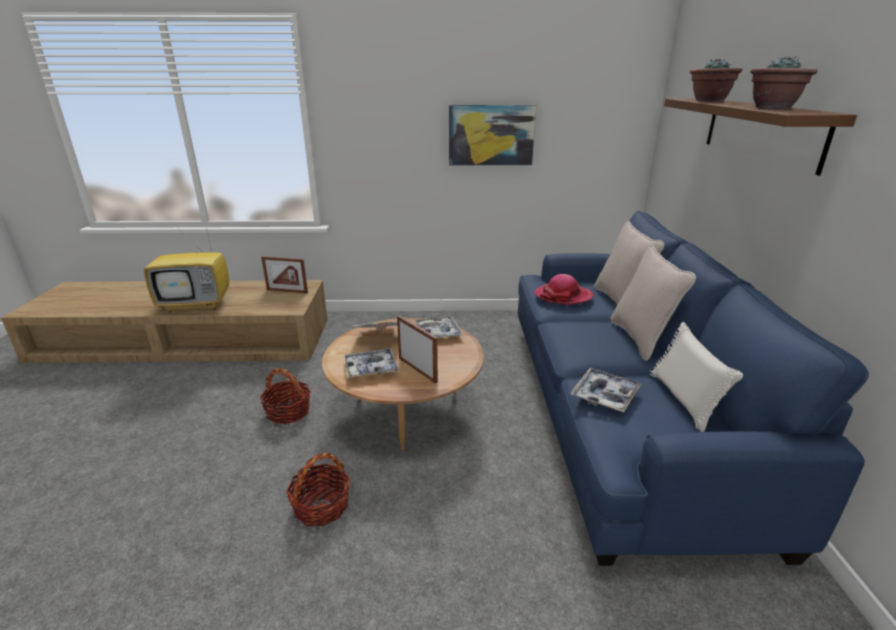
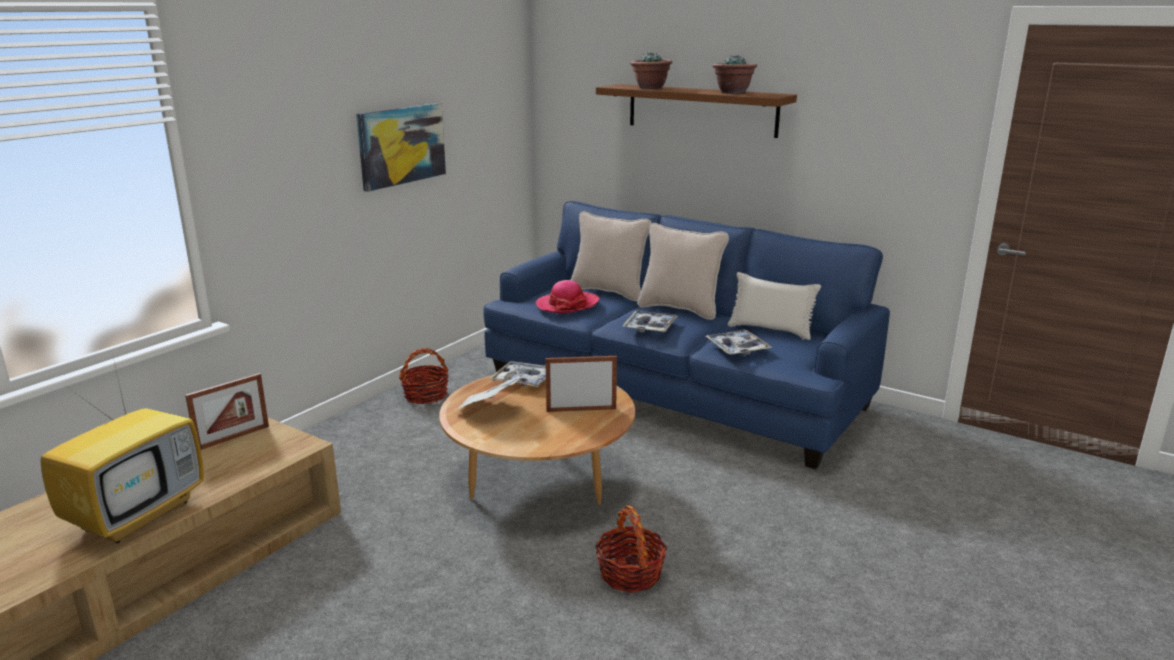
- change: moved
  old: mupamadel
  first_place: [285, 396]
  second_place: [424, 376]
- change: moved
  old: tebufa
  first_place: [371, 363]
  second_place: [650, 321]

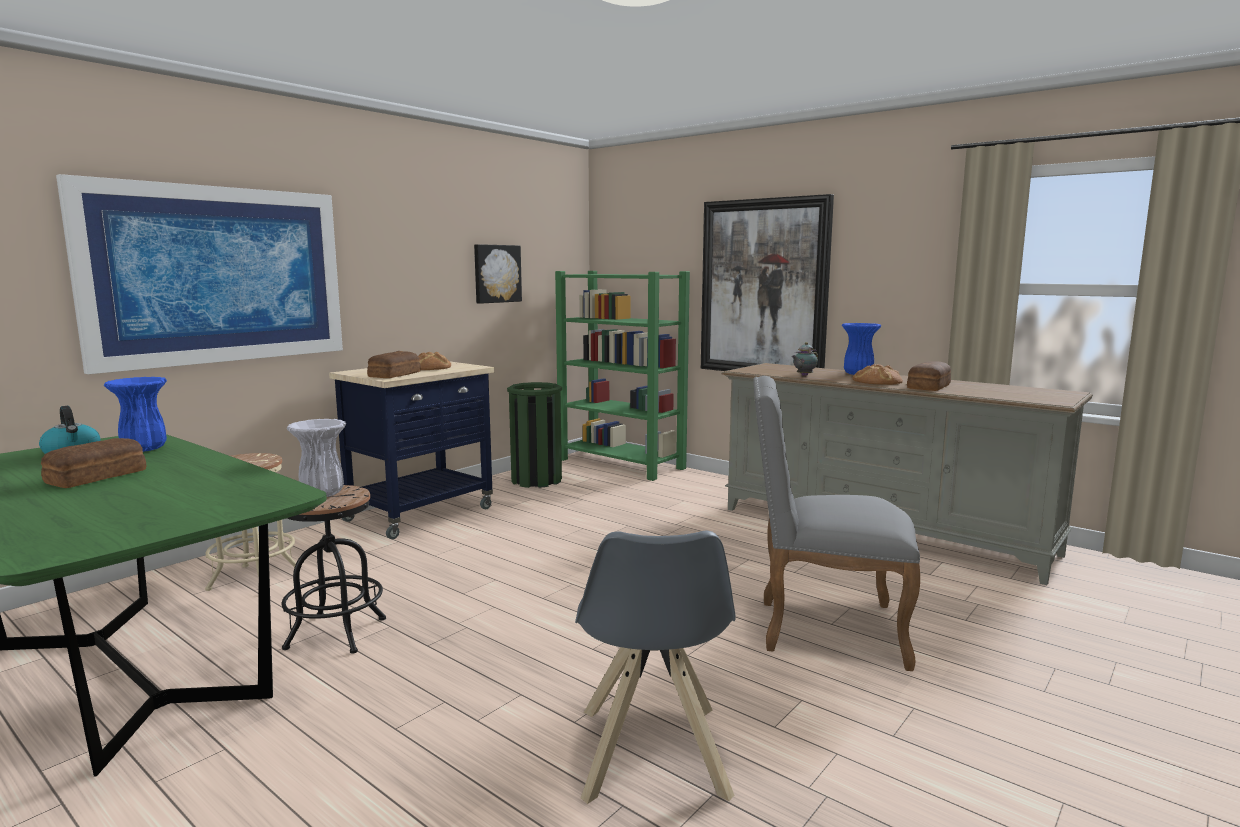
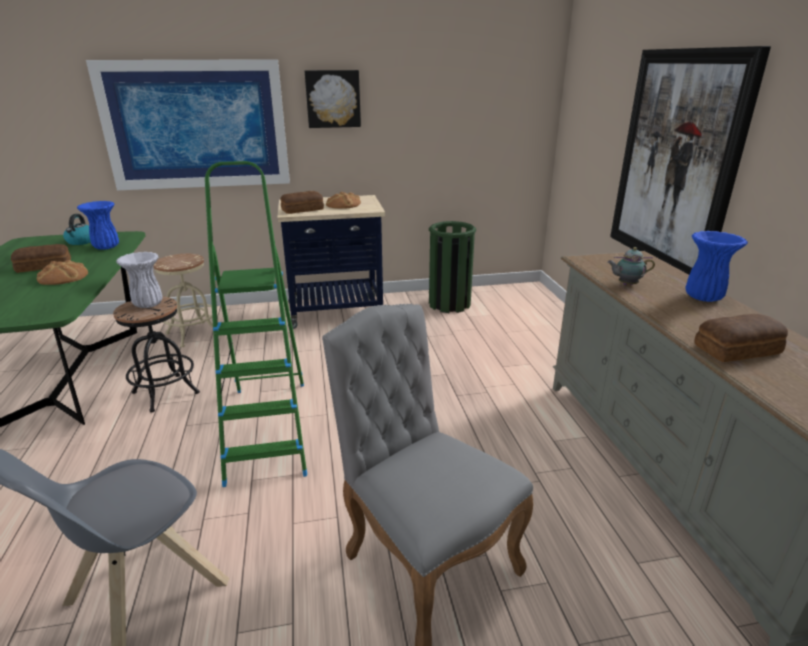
- change: moved
  old: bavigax
  first_place: [878, 374]
  second_place: [62, 272]
- change: added
  new: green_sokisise
  second_place: [256, 324]
- change: moved
  old: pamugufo
  first_place: [498, 274]
  second_place: [332, 99]
- change: removed
  old: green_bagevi
  first_place: [622, 376]

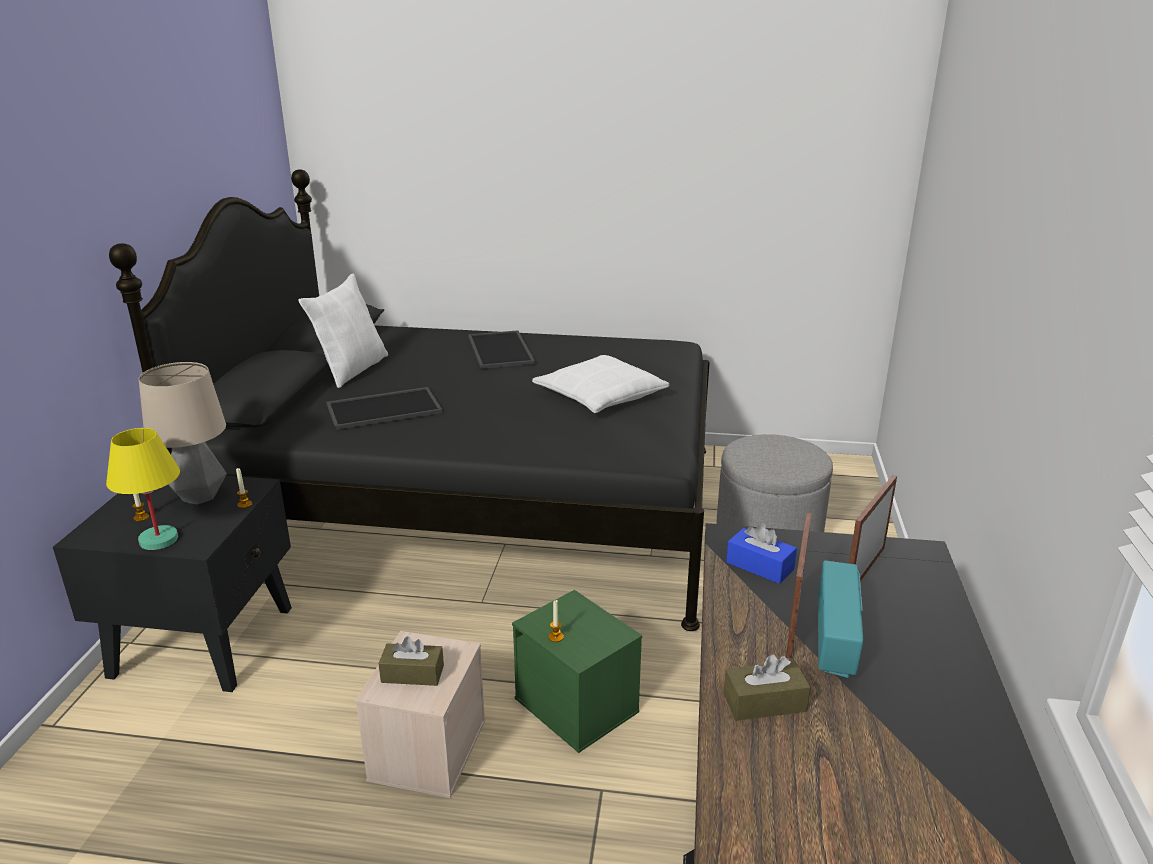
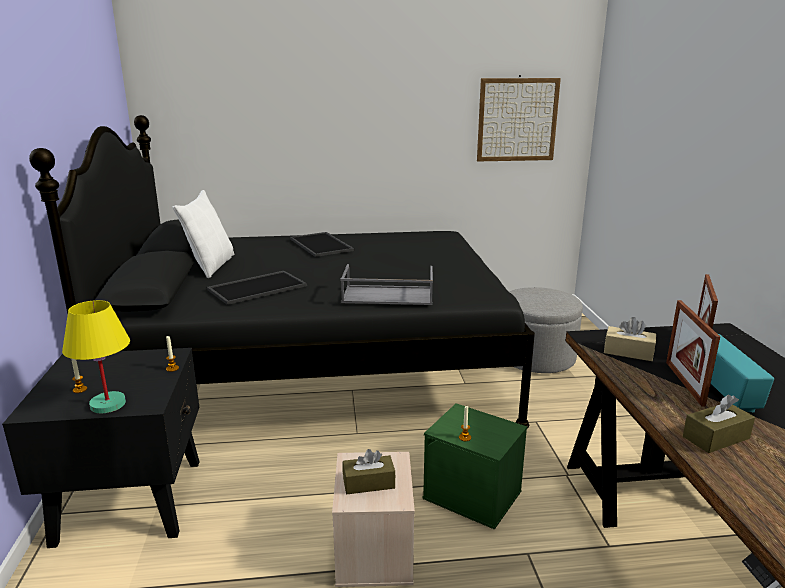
- change: added
  new: grey_tebufa
  second_place: [387, 284]
- change: added
  new: pamugufo
  second_place: [519, 118]
- change: recoloured
  old: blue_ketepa
  new: beige_ketepa
  first_place: [761, 553]
  second_place: [630, 339]
- change: removed
  old: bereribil
  first_place: [183, 433]
- change: removed
  old: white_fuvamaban
  first_place: [600, 384]

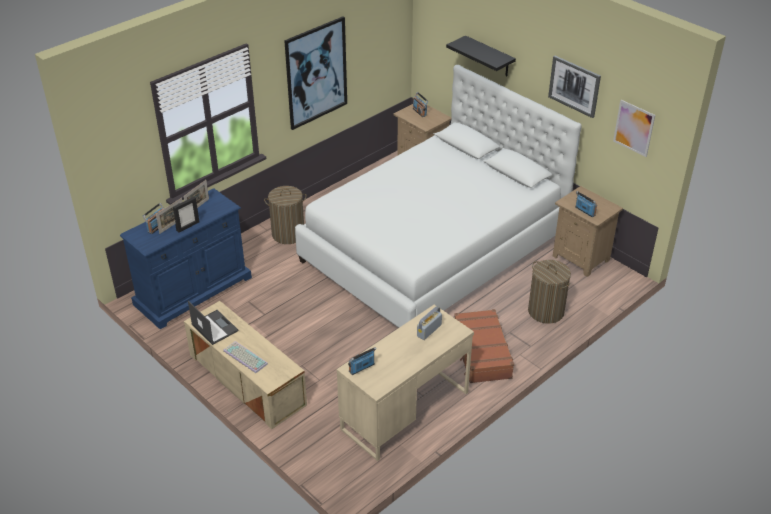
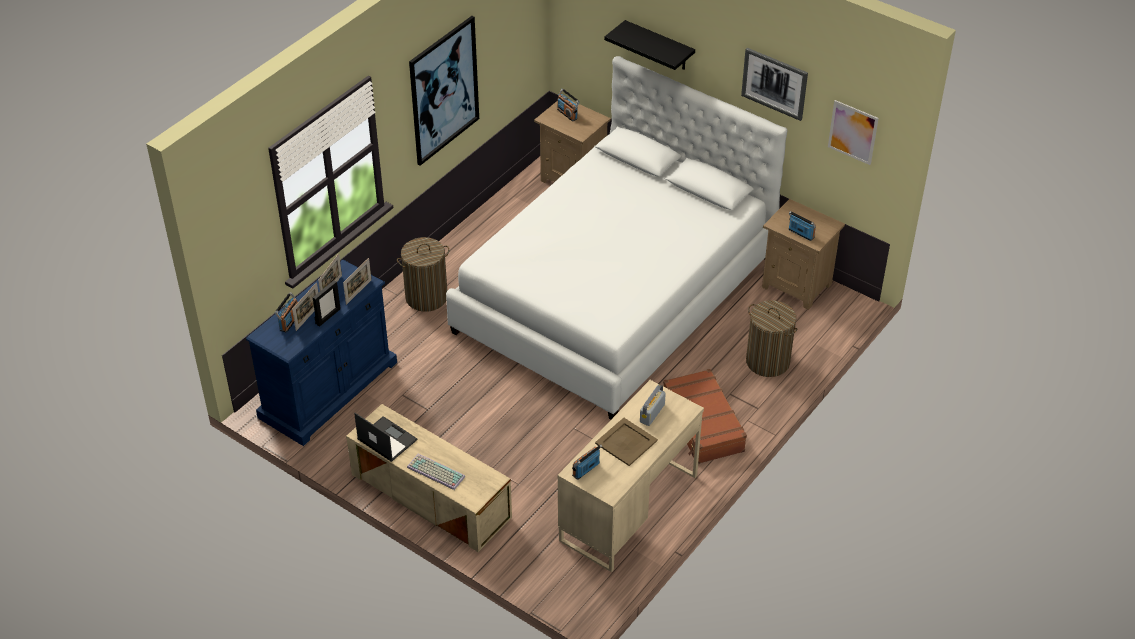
- change: added
  new: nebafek
  second_place: [357, 281]
- change: added
  new: beige_tebufa
  second_place: [626, 442]

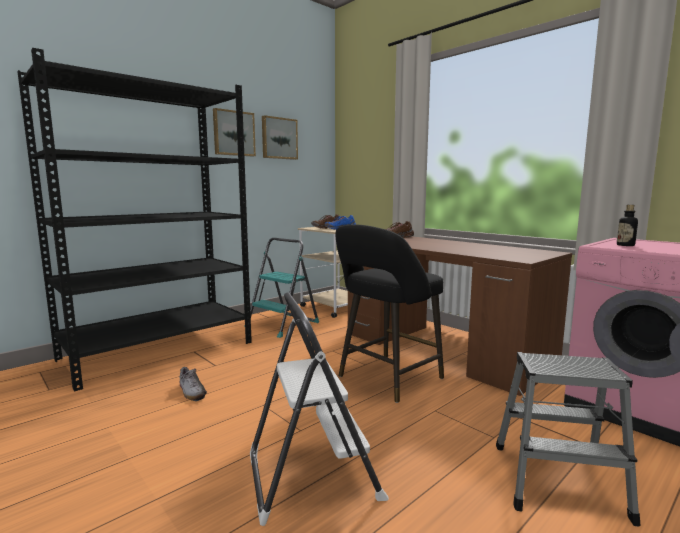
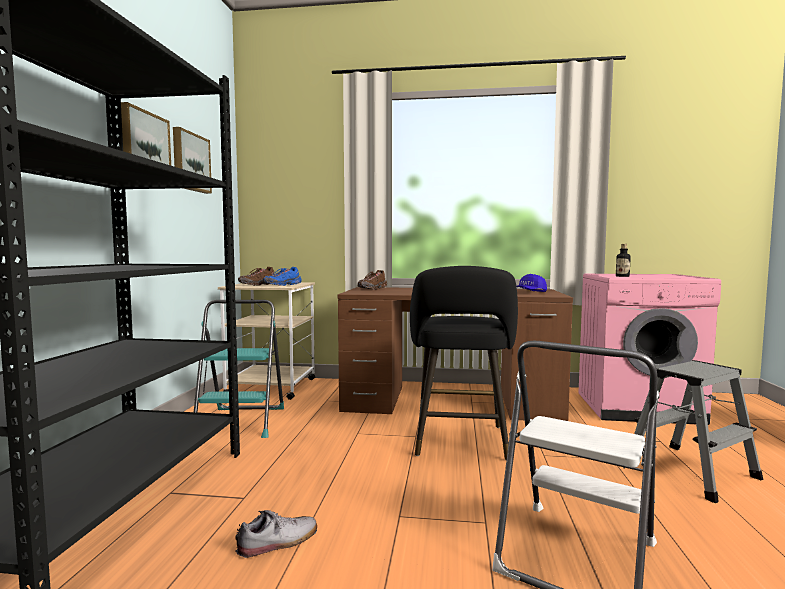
- change: turned
  old: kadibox
  first_place: [193, 384]
  second_place: [276, 534]
  degrees: -45
- change: added
  new: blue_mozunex
  second_place: [531, 283]

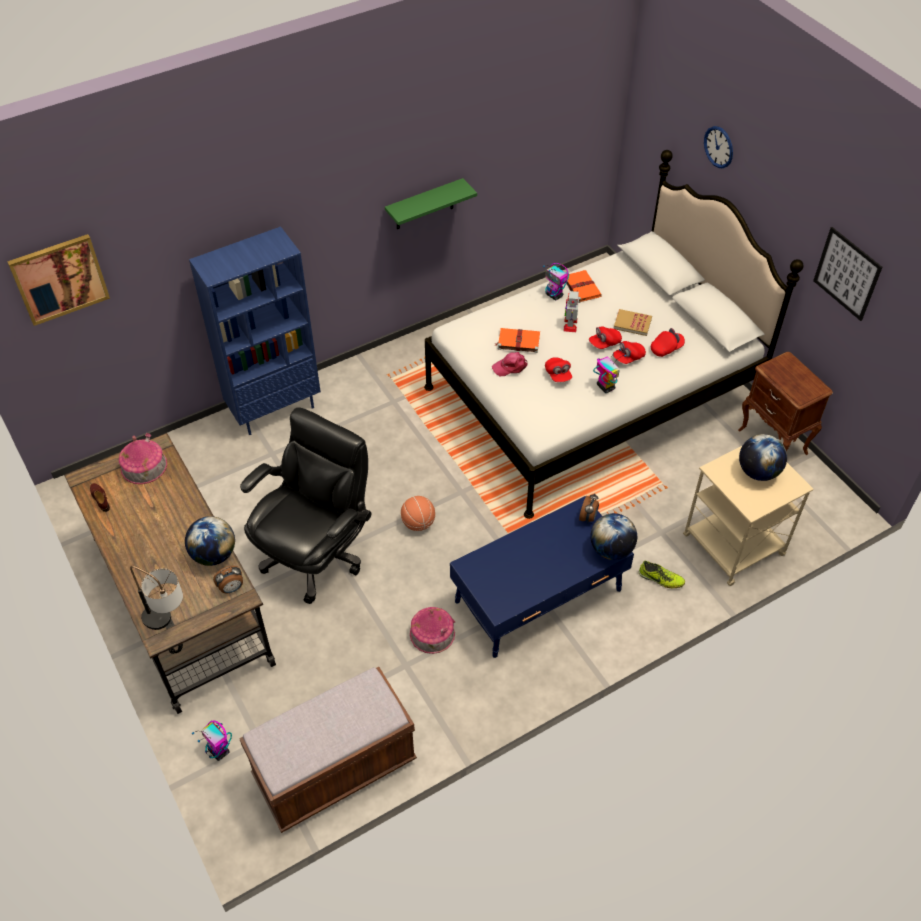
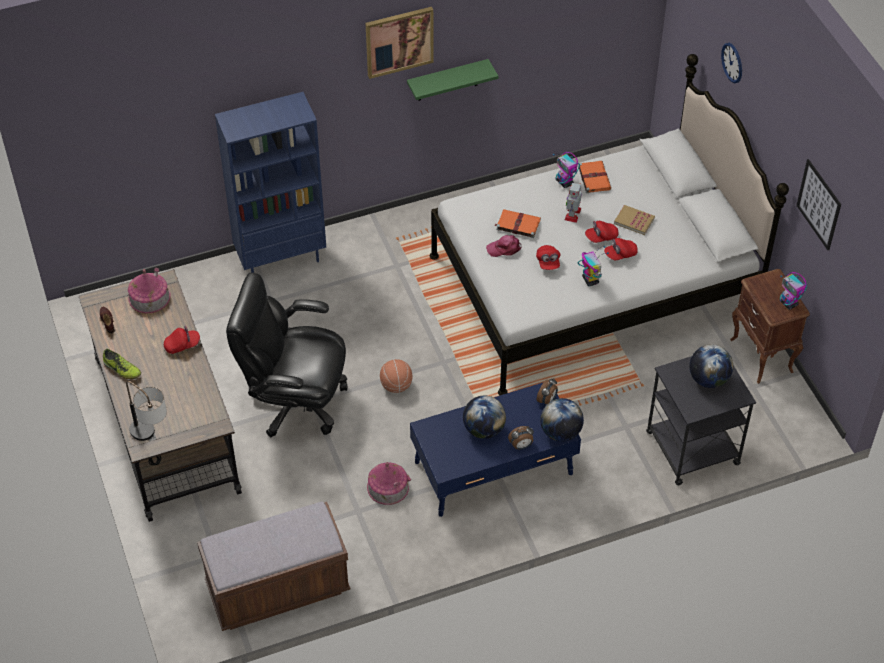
- change: moved
  old: kadibox
  first_place: [662, 574]
  second_place: [122, 364]
- change: moved
  old: red_mozunex
  first_place: [668, 342]
  second_place: [182, 340]
- change: turned
  old: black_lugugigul
  first_place: [305, 505]
  second_place: [287, 354]
  degrees: -120
- change: moved
  old: pamugufo
  first_place: [58, 280]
  second_place: [400, 43]
- change: moved
  old: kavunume
  first_place: [210, 541]
  second_place: [484, 417]
- change: moved
  old: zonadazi
  first_place: [228, 579]
  second_place: [521, 437]
- change: recoloured
  old: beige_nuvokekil
  new: black_nuvokekil
  first_place: [748, 515]
  second_place: [701, 421]
- change: moved
  old: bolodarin
  first_place: [212, 740]
  second_place: [793, 291]

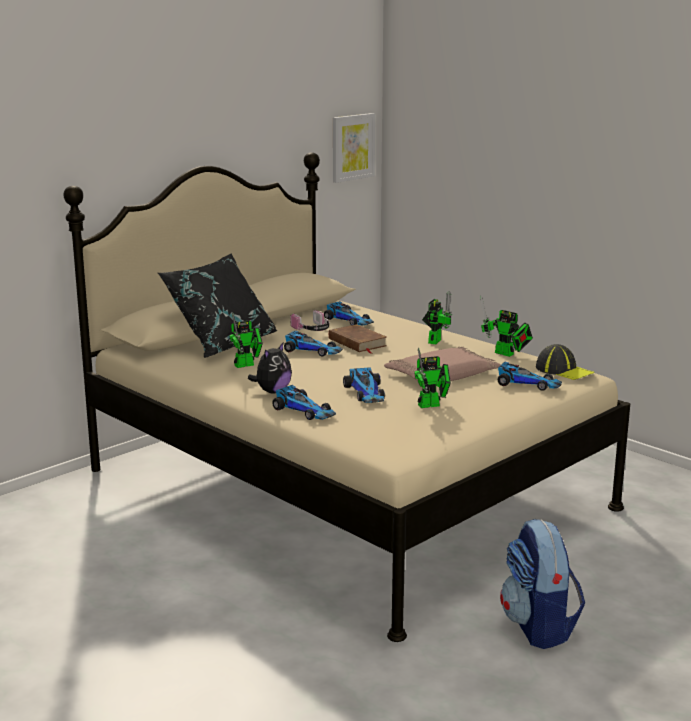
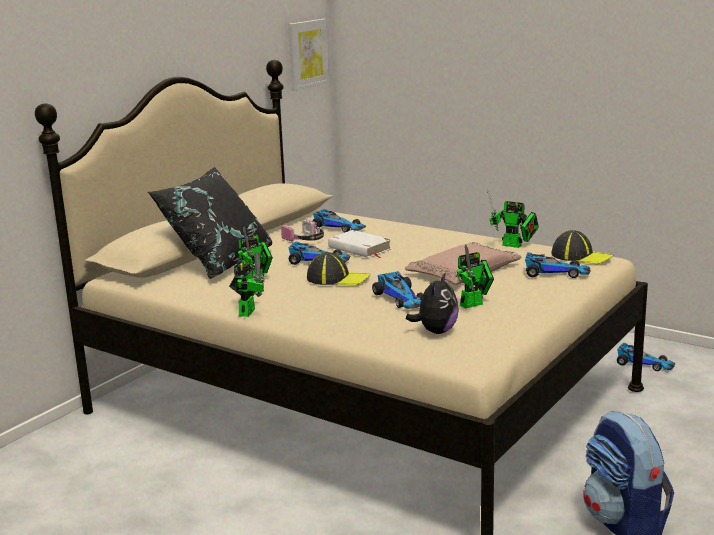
- change: moved
  old: bolodarin
  first_place: [437, 317]
  second_place: [247, 284]
- change: added
  new: mozunex
  second_place: [338, 269]
- change: recoloured
  old: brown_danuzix
  new: white_danuzix
  first_place: [358, 339]
  second_place: [360, 244]
- change: moved
  old: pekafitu
  first_place: [270, 368]
  second_place: [432, 303]
- change: moved
  old: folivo
  first_place: [304, 402]
  second_place: [646, 357]

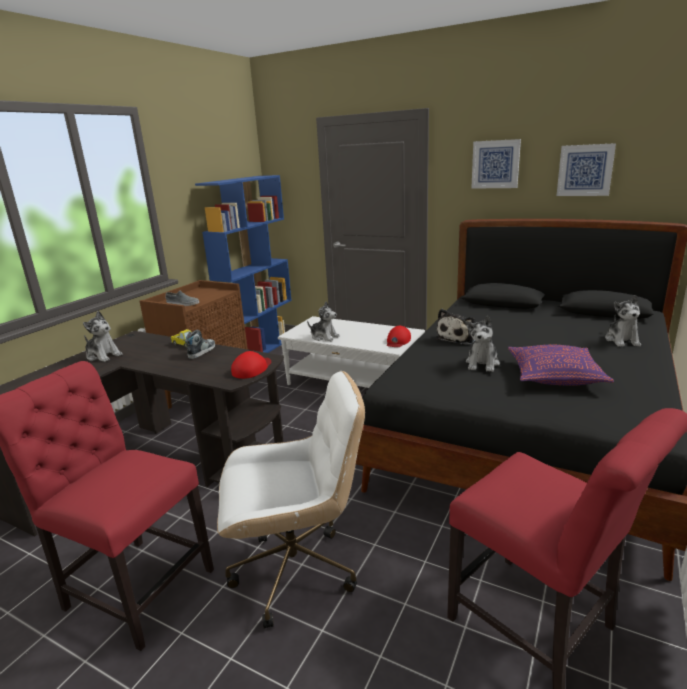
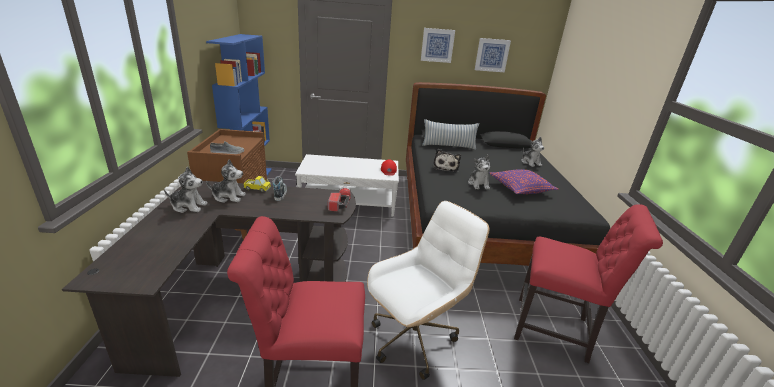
- change: moved
  old: pekafitu
  first_place: [323, 321]
  second_place: [226, 181]
- change: replaced
  old: red_mozunex
  new: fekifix
  first_place: [251, 365]
  second_place: [339, 199]
- change: added
  new: fuvamaban
  second_place: [450, 134]

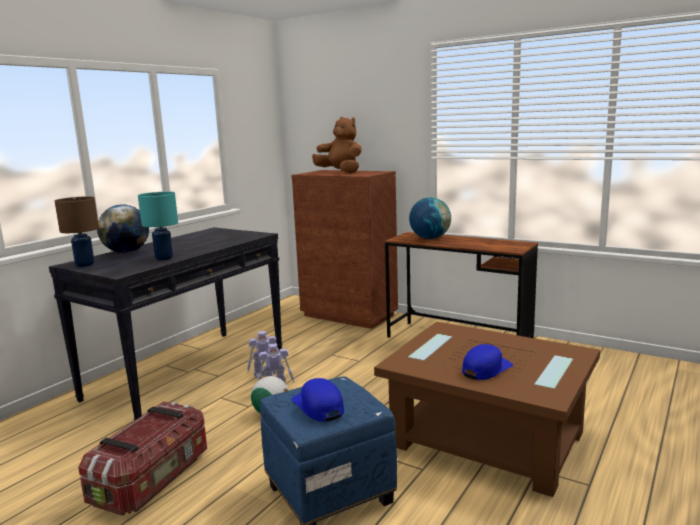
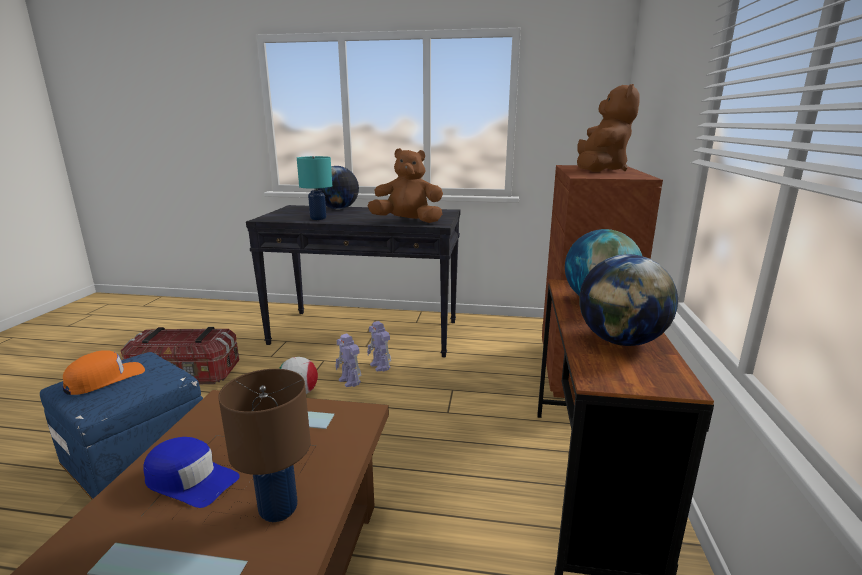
- change: recoloured
  old: blue_mozunex
  new: orange_mozunex
  first_place: [317, 400]
  second_place: [104, 372]
- change: moved
  old: brown_bereribil
  first_place: [77, 231]
  second_place: [264, 445]
- change: added
  new: brown_pekafitu
  second_place: [405, 185]
- change: added
  new: kavunume
  second_place: [628, 300]

